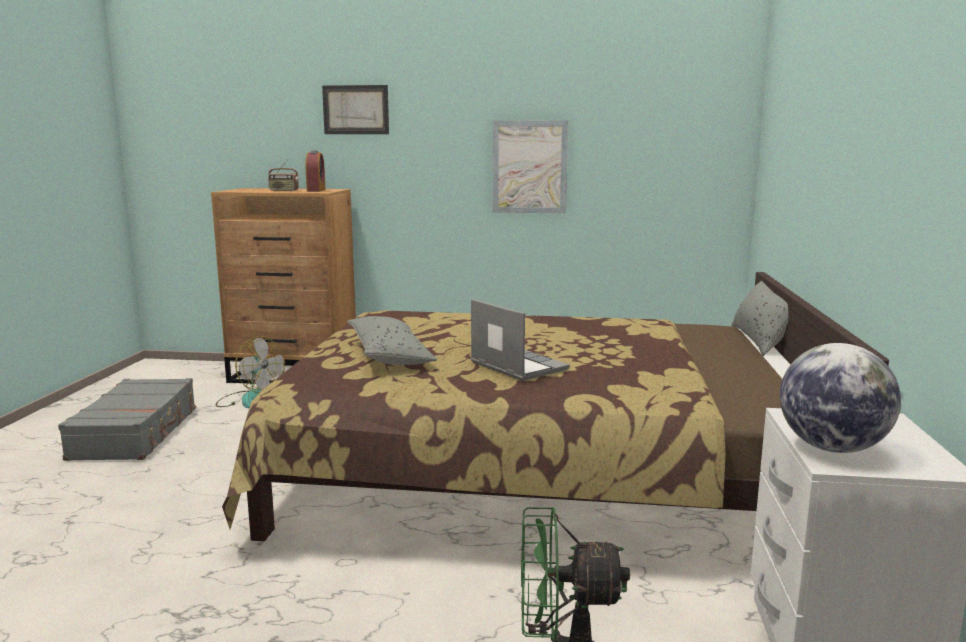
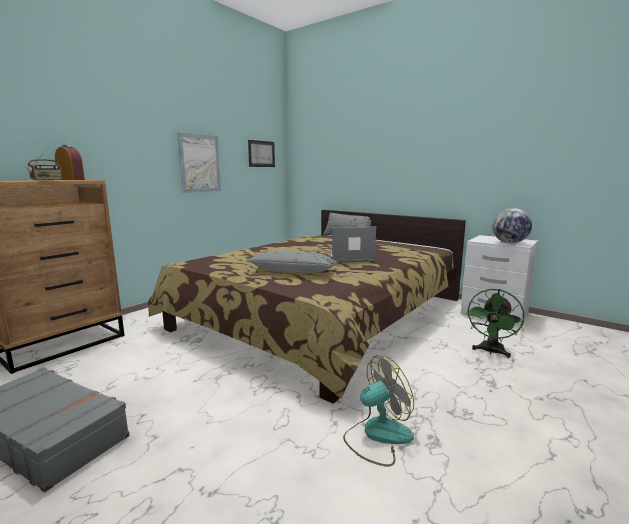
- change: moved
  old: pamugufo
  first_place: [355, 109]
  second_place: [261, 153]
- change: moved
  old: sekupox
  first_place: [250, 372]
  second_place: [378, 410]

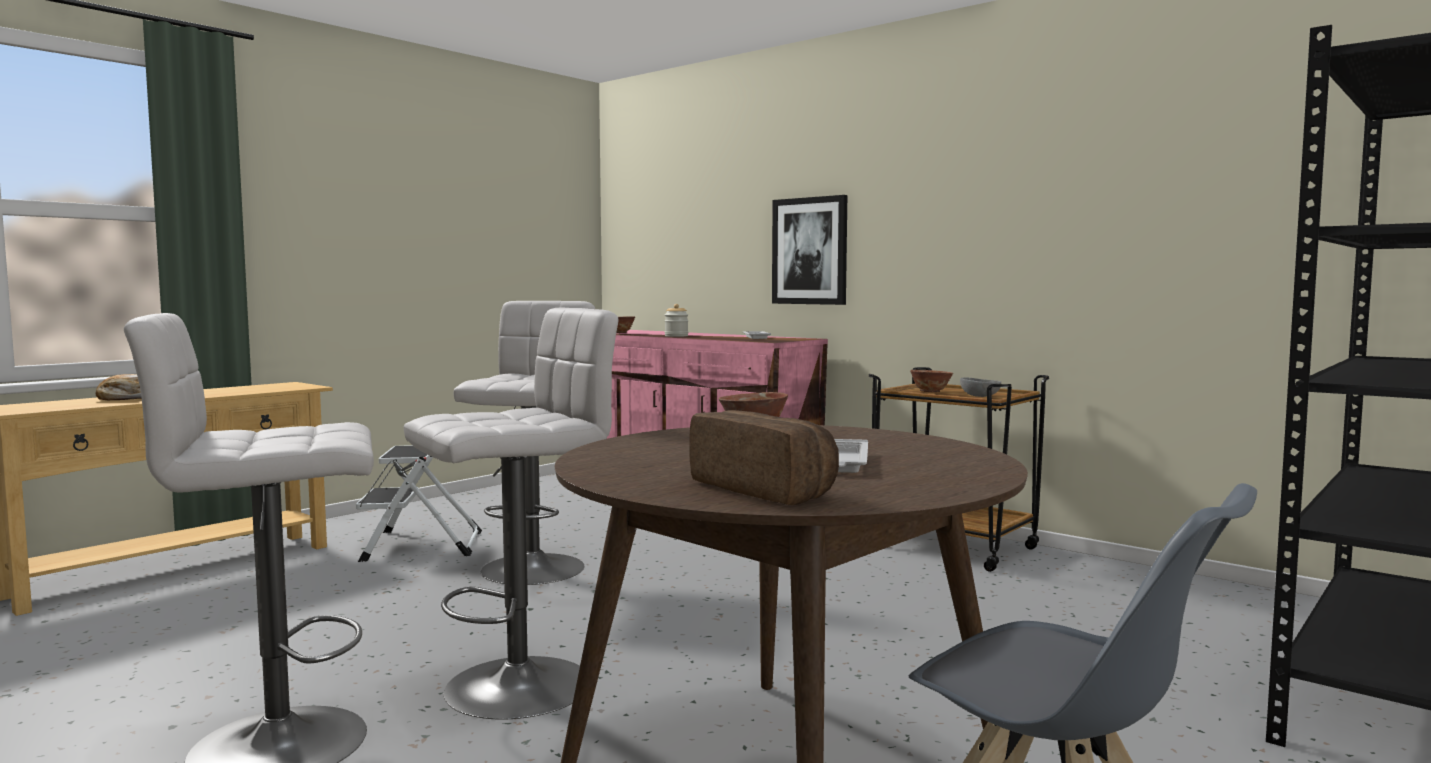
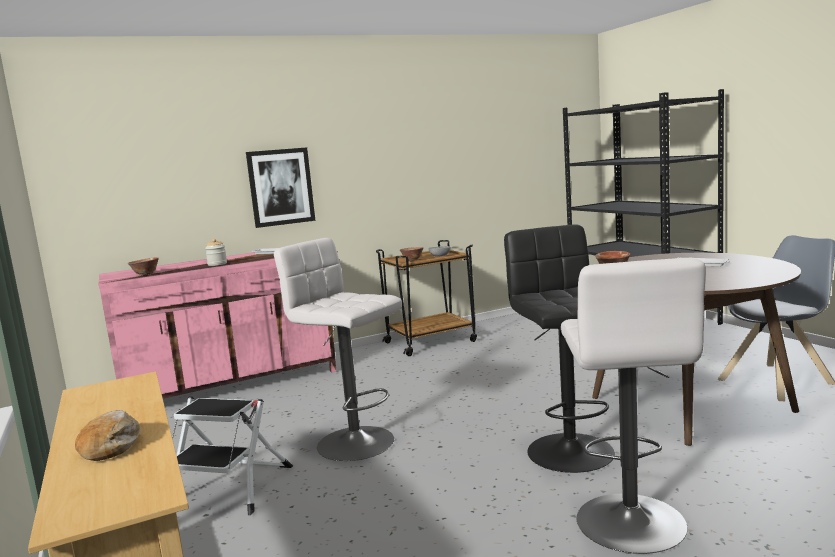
- change: recoloured
  old: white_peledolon
  new: black_peledolon
  first_place: [511, 513]
  second_place: [559, 348]
- change: removed
  old: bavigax
  first_place: [764, 457]

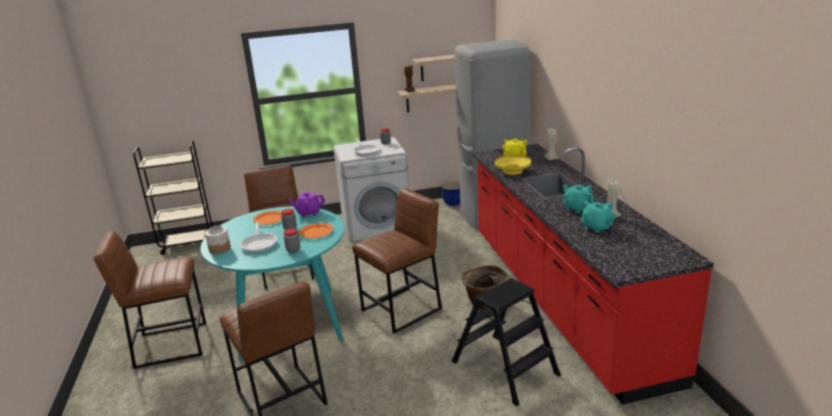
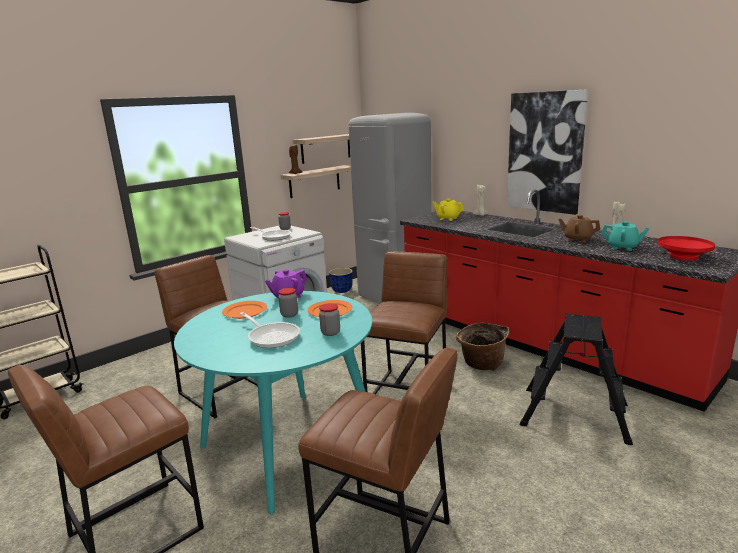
- change: added
  new: pamugufo
  second_place: [547, 152]
- change: recoloured
  old: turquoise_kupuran
  new: brown_kupuran
  first_place: [578, 199]
  second_place: [579, 228]
- change: added
  new: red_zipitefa
  second_place: [686, 248]
- change: removed
  old: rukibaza
  first_place: [218, 240]
- change: removed
  old: yellow_zipitefa
  first_place: [513, 165]

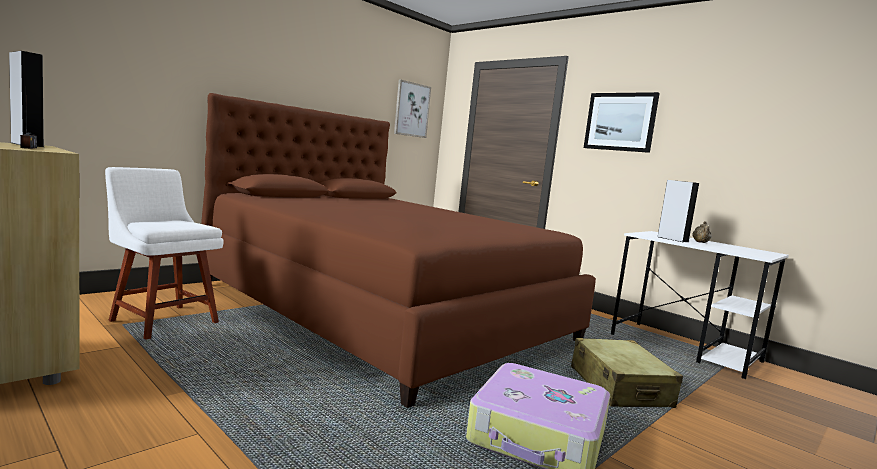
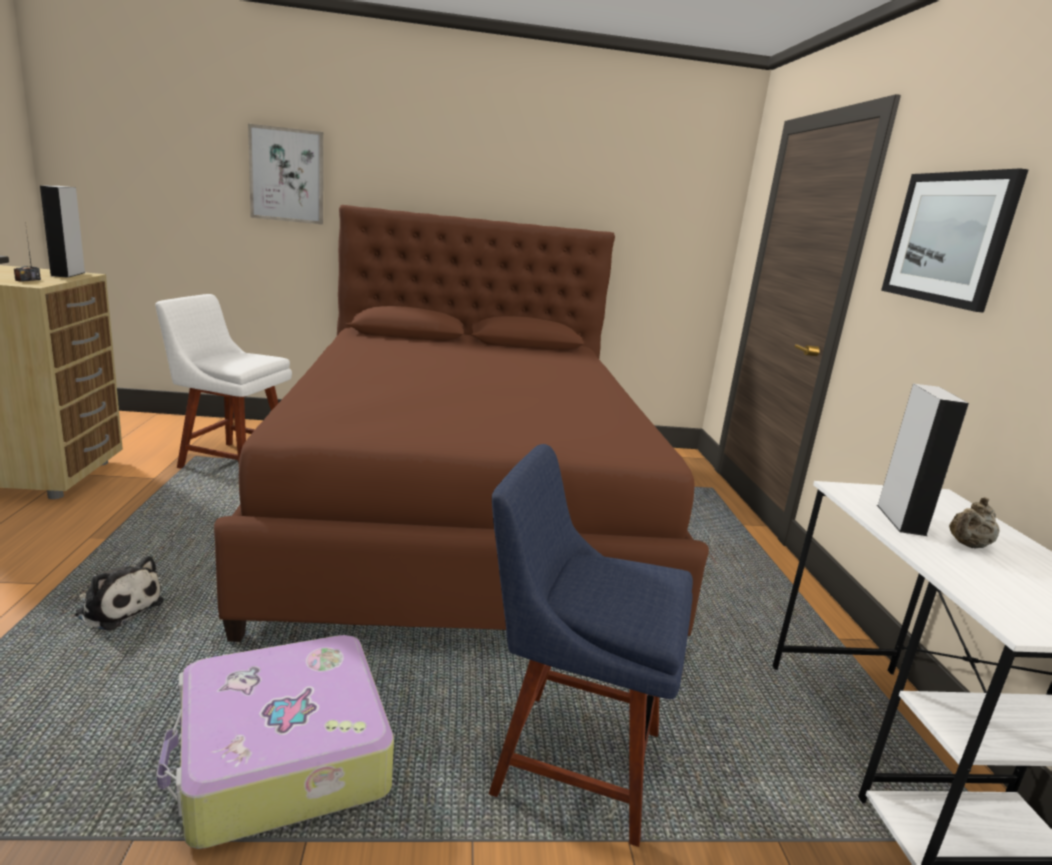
- change: added
  new: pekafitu
  second_place: [119, 593]
- change: turned
  old: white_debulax
  first_place: [164, 253]
  second_place: [223, 381]
  degrees: -60
- change: moved
  old: pamugufo
  first_place: [412, 108]
  second_place: [285, 174]
- change: replaced
  old: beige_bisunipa
  new: blue_debulax
  first_place: [627, 373]
  second_place: [591, 645]

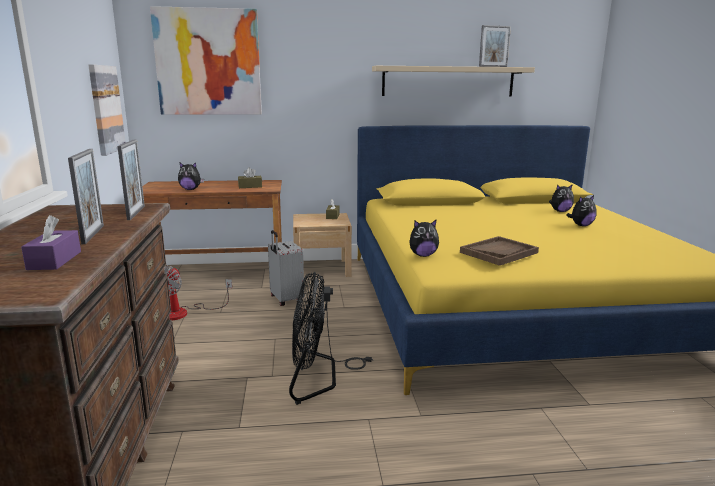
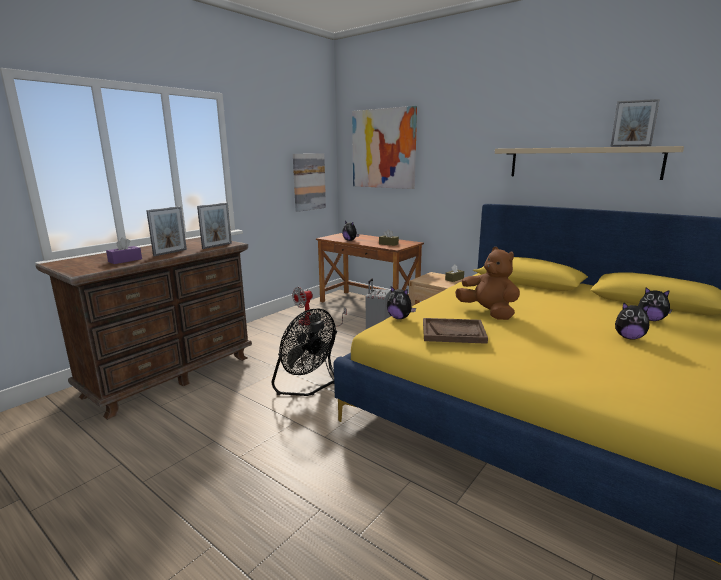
- change: added
  new: brown_pekafitu
  second_place: [487, 283]

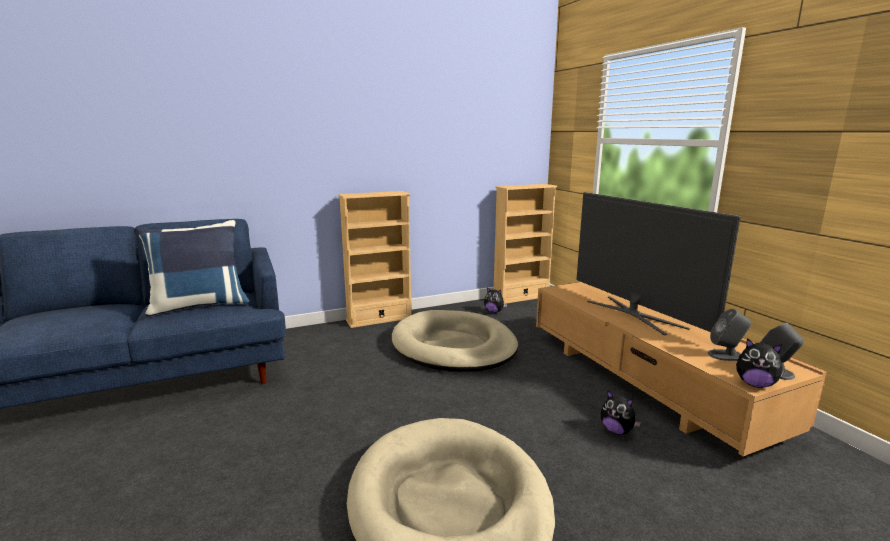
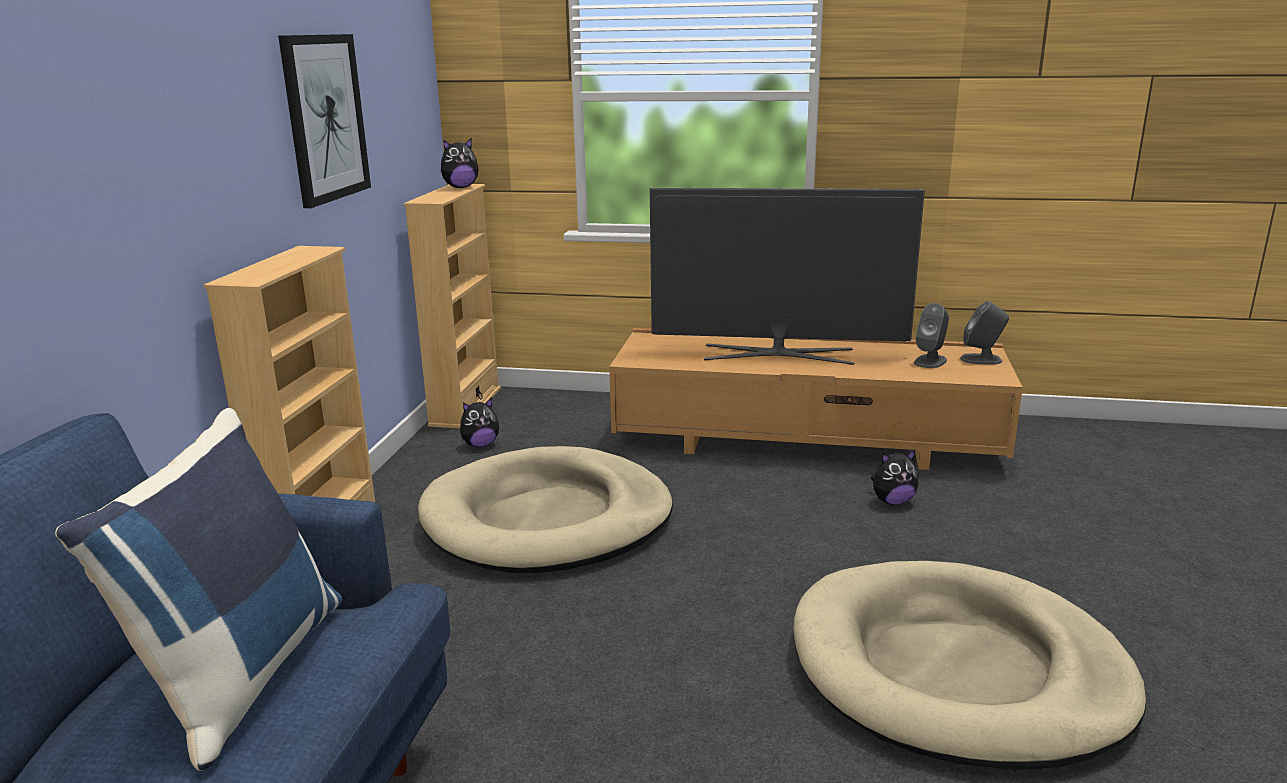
- change: added
  new: pamugufo
  second_place: [324, 121]
- change: moved
  old: pekafitu
  first_place: [760, 363]
  second_place: [460, 163]

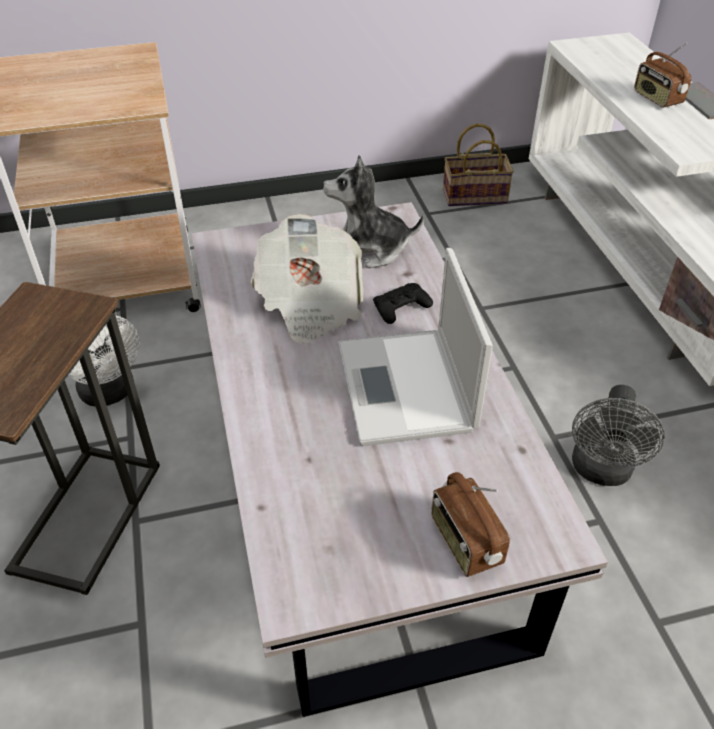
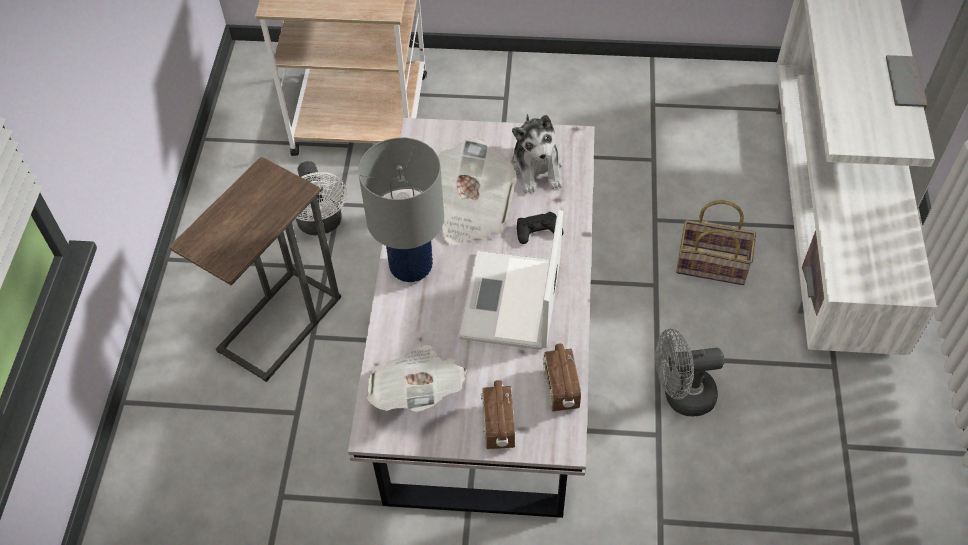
- change: added
  new: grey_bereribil
  second_place: [401, 209]
- change: added
  new: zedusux
  second_place: [417, 378]
- change: turned
  old: pekafitu
  first_place: [373, 211]
  second_place: [536, 154]
  degrees: -120
- change: moved
  old: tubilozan
  first_place: [663, 75]
  second_place: [562, 377]
- change: turned
  old: grey_sekupox
  first_place: [618, 435]
  second_place: [690, 372]
  degrees: 45
- change: moved
  old: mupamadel
  first_place: [478, 165]
  second_place: [716, 242]

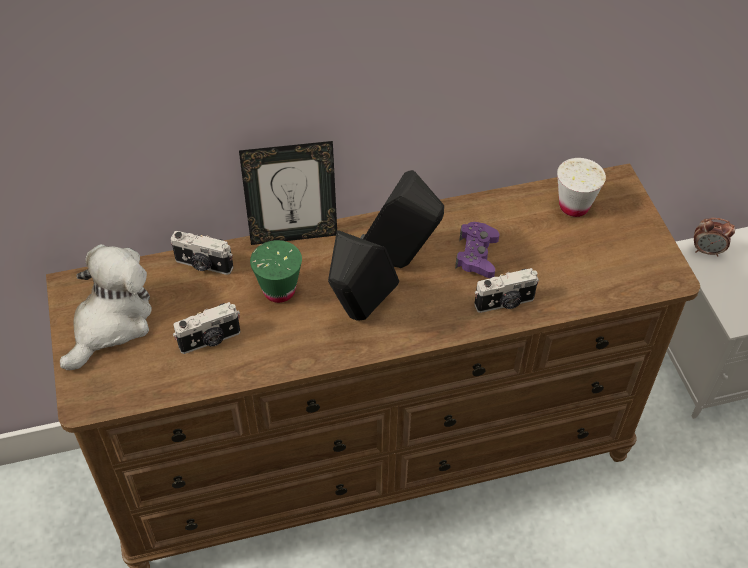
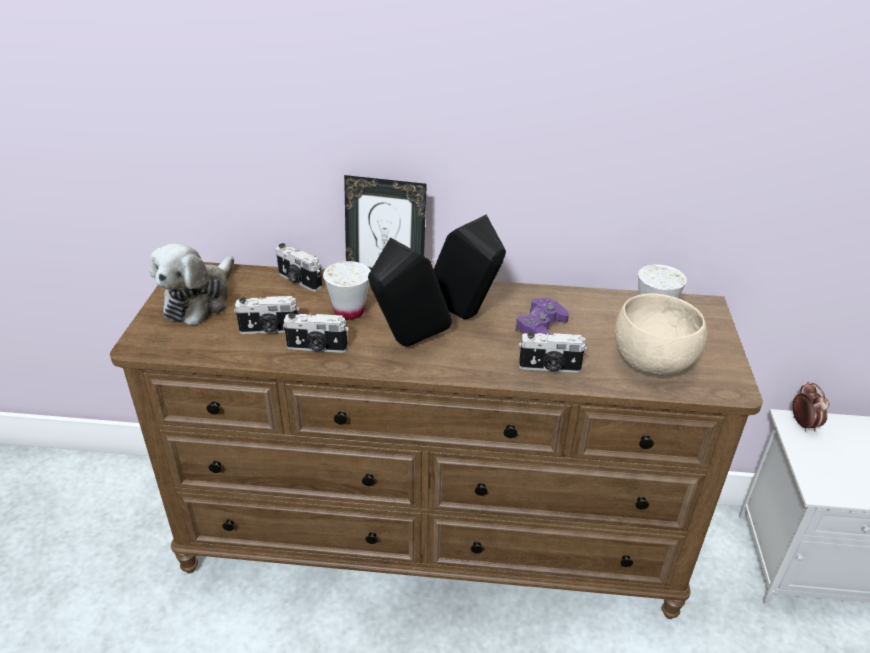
- change: turned
  old: pekafitu
  first_place: [106, 307]
  second_place: [191, 284]
  degrees: 150
- change: added
  new: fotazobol
  second_place: [316, 333]
- change: recoloured
  old: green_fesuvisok
  new: white_fesuvisok
  first_place: [276, 271]
  second_place: [347, 290]
- change: added
  new: beige_zipitefa
  second_place: [661, 334]
- change: turned
  old: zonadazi
  first_place: [714, 237]
  second_place: [811, 407]
  degrees: -135

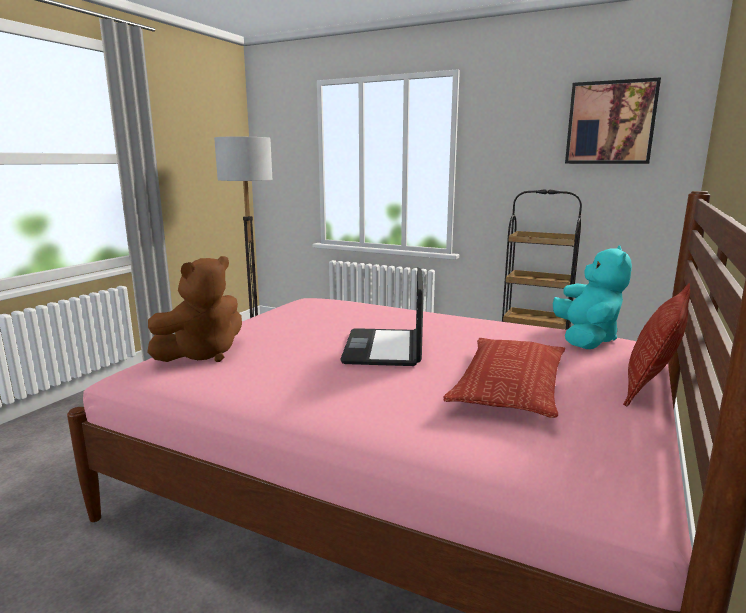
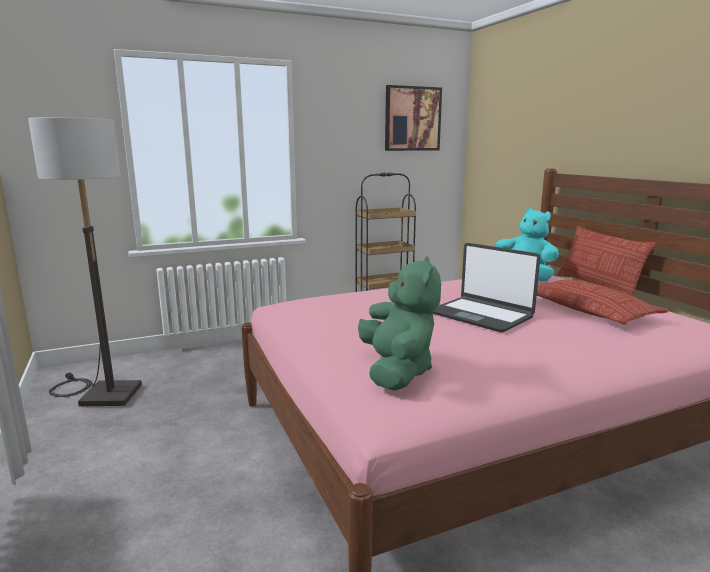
- change: recoloured
  old: brown_pekafitu
  new: green_pekafitu
  first_place: [194, 309]
  second_place: [399, 323]

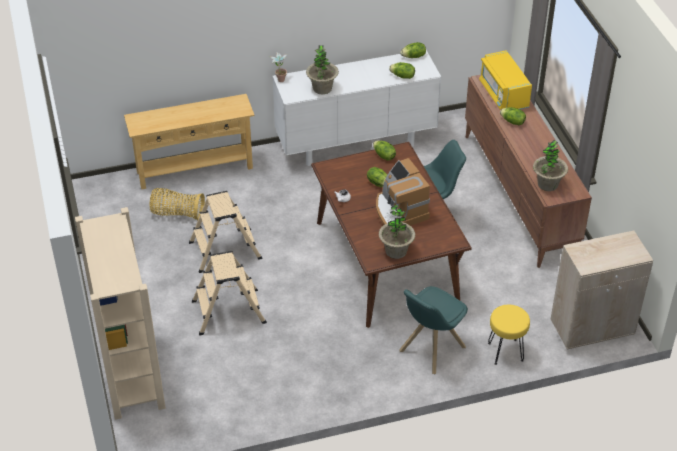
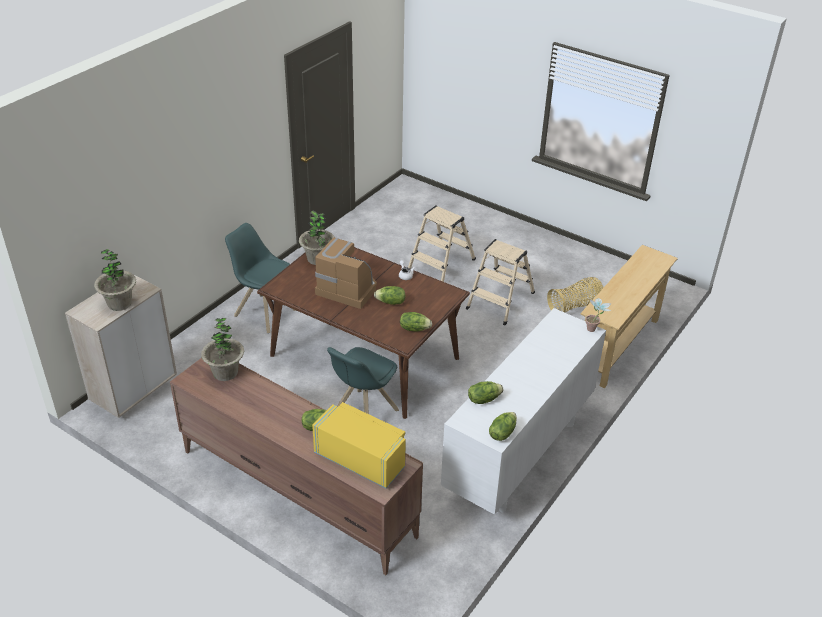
- change: moved
  old: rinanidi
  first_place: [322, 69]
  second_place: [115, 280]
- change: turned
  old: turquoise_debulax
  first_place: [433, 330]
  second_place: [261, 278]
  degrees: -60
- change: removed
  old: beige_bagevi
  first_place: [120, 313]
- change: removed
  old: yellow_peledolon
  first_place: [509, 335]

